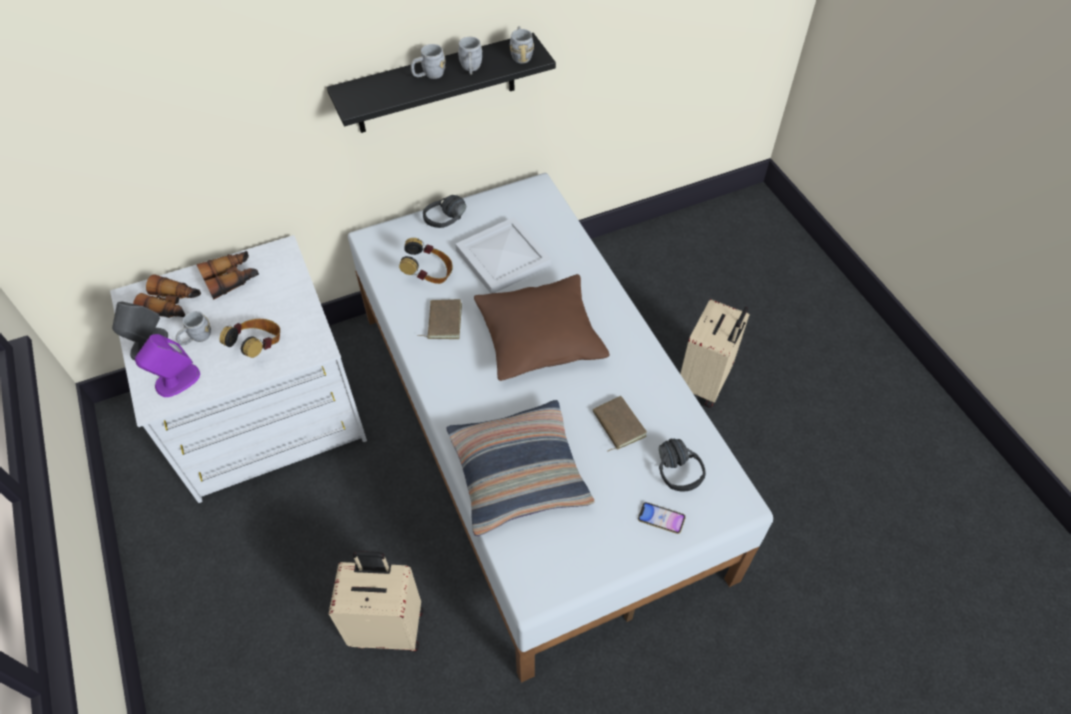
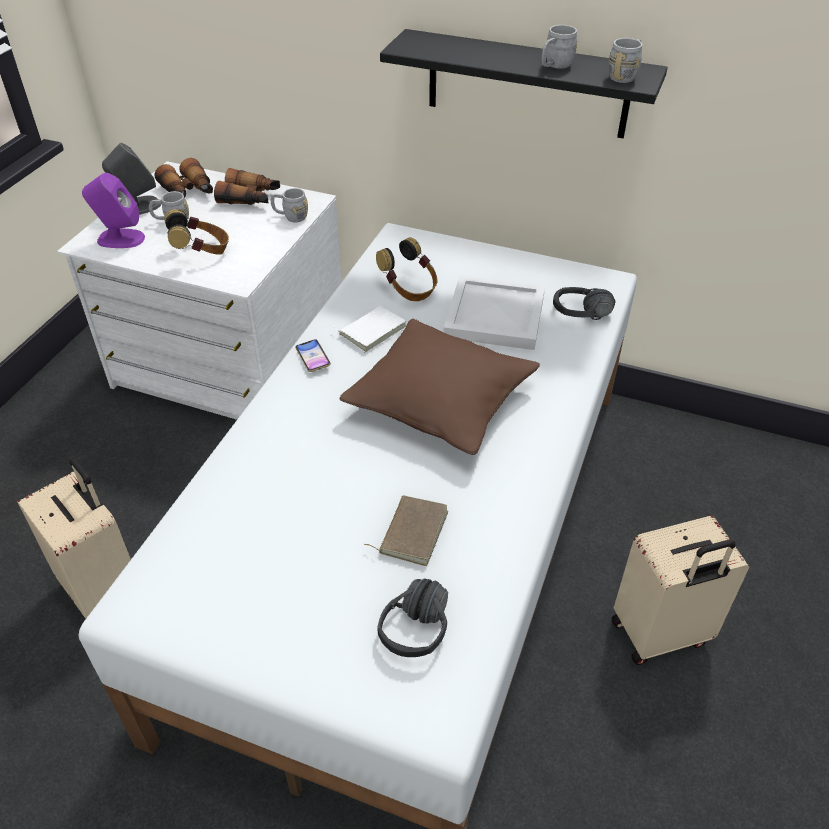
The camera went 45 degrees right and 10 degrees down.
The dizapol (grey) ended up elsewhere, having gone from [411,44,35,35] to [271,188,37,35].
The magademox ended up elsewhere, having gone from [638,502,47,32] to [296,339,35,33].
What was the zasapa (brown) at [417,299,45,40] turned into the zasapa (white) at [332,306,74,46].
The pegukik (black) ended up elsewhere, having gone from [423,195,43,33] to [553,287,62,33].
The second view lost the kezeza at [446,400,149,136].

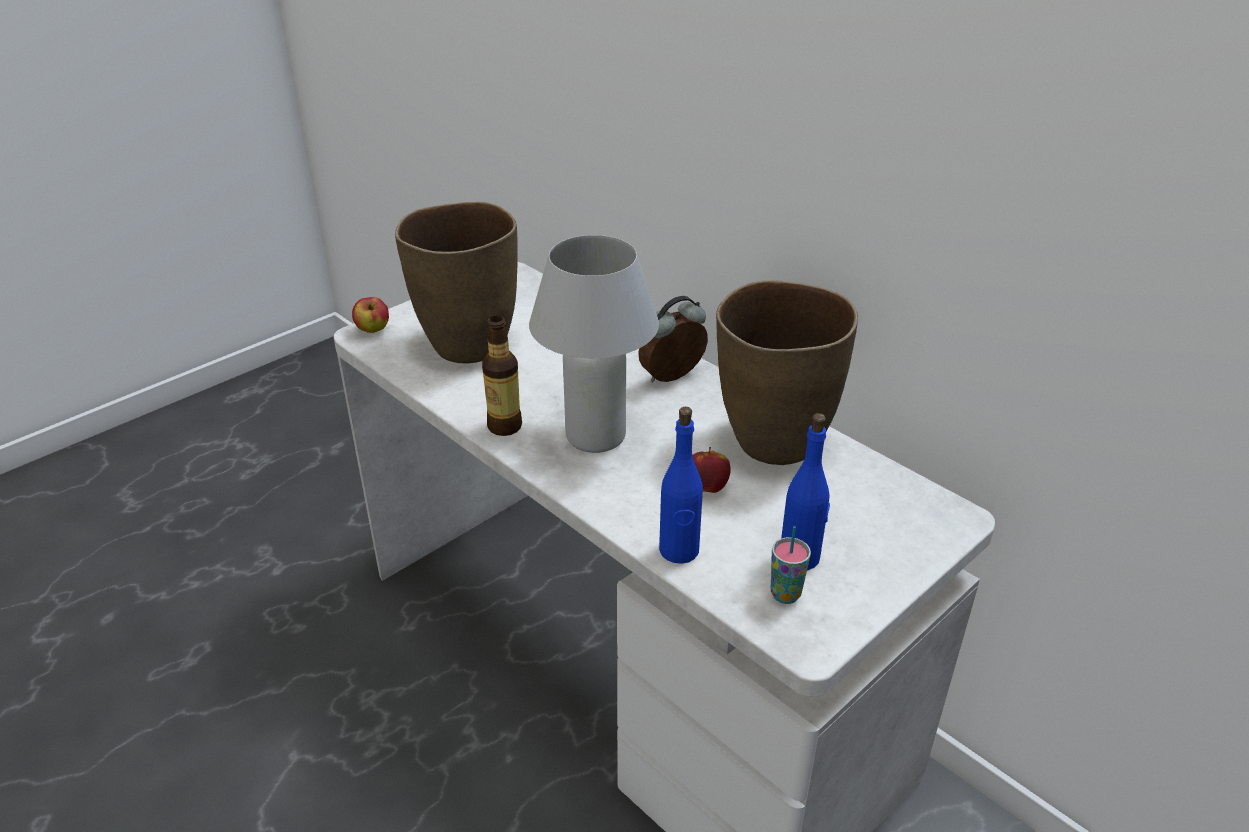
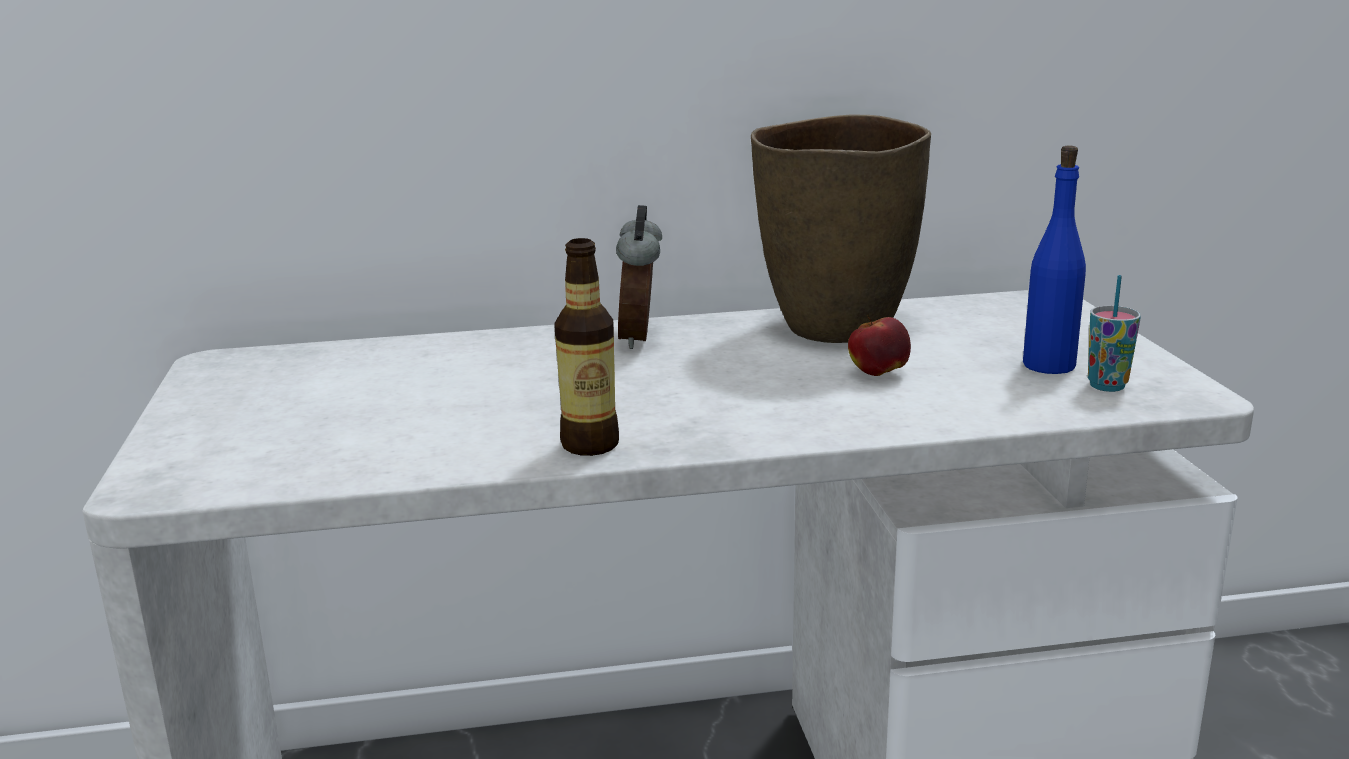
The camera went 55 degrees left and 15 degrees down.
The second view lost the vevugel at [352,297,37,36].
The second view lost the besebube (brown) at [395,202,123,161].
The second view lost the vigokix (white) at [529,235,130,218].
The second view lost the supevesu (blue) at [659,407,44,157].

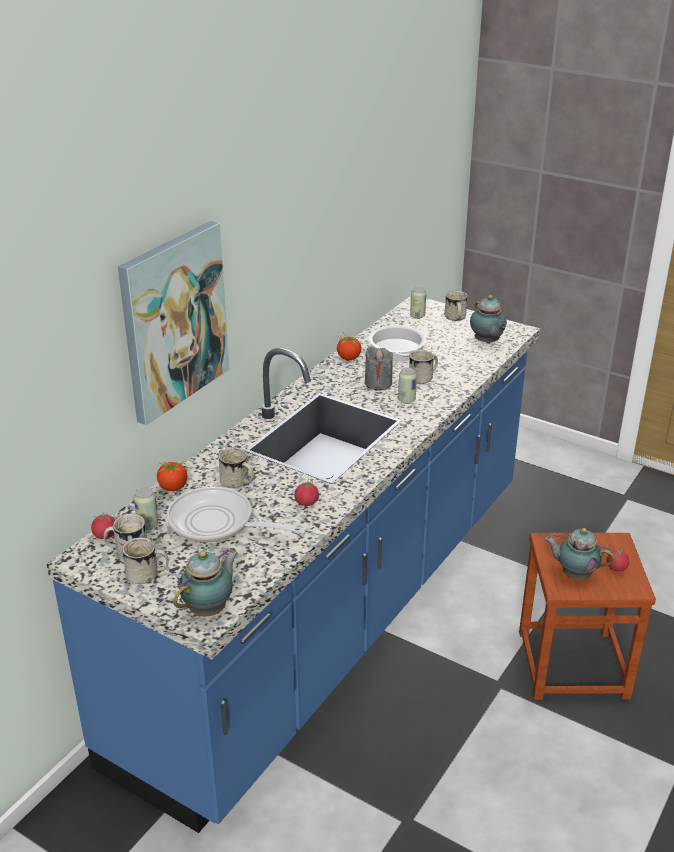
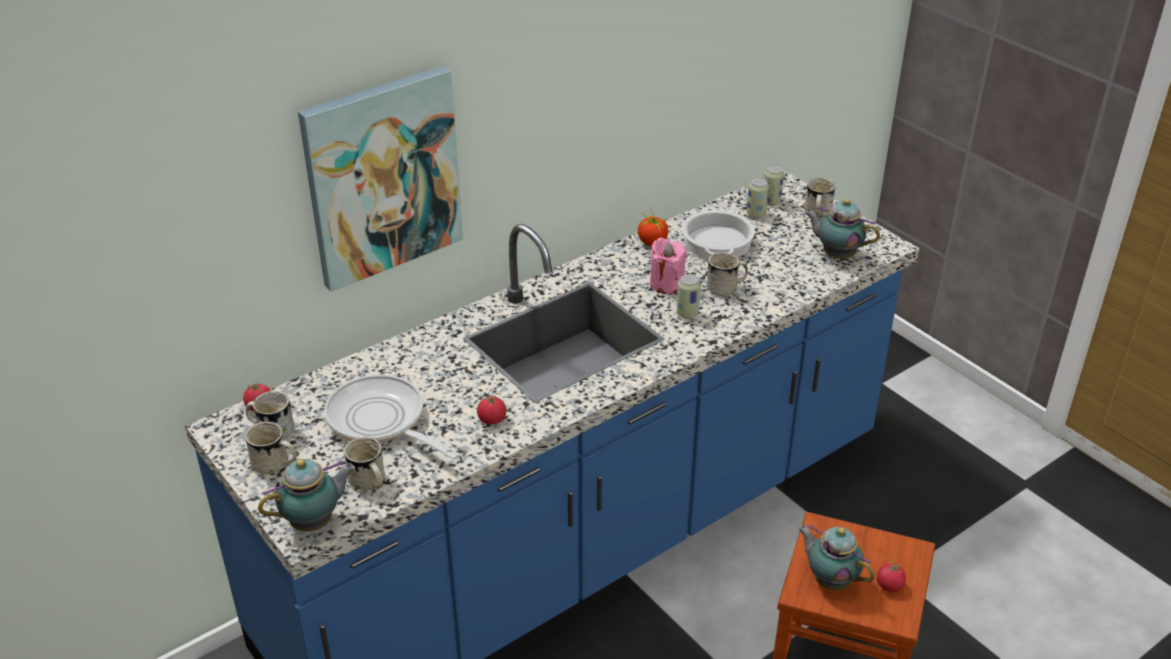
The camera went 20 degrees right and 5 degrees up.
The dizapol (white) ended up elsewhere, having gone from [218,447,36,41] to [344,437,41,53].
What was the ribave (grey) at [365,347,28,44] turned into the ribave (pink) at [650,238,36,56].
The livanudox ended up elsewhere, having gone from [134,487,25,43] to [746,178,23,41].
The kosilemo at [470,295,37,49] ended up facing another way, 120 degrees clockwise from before.
The second view lost the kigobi at [157,461,30,30].

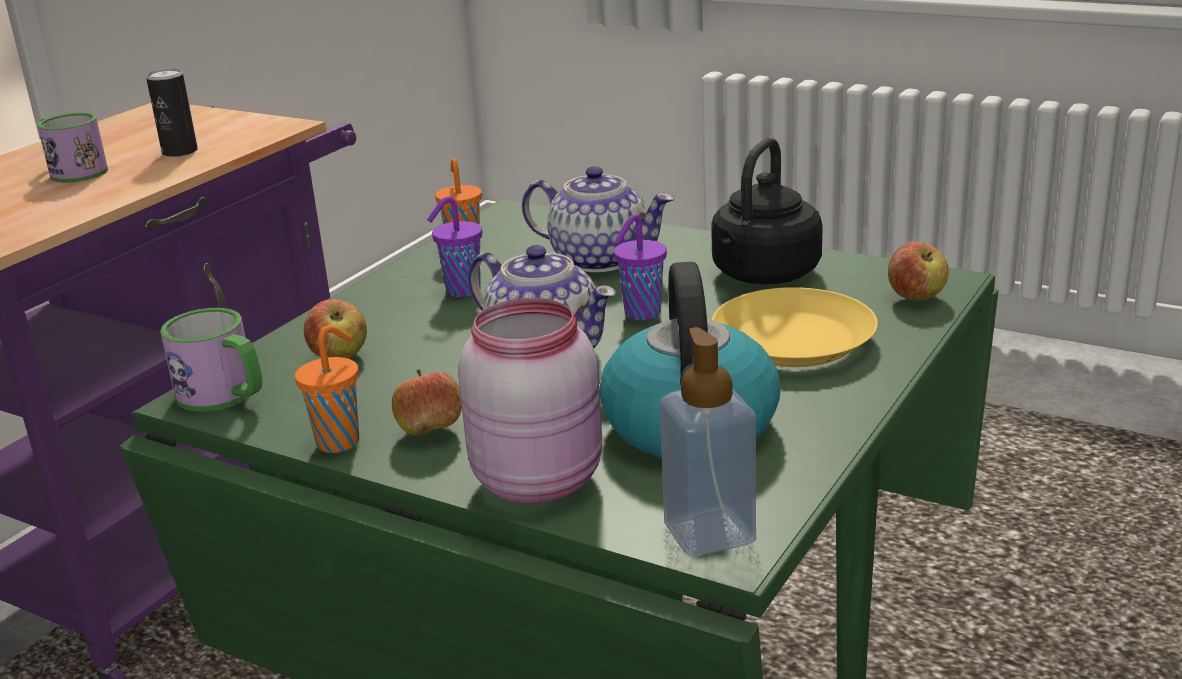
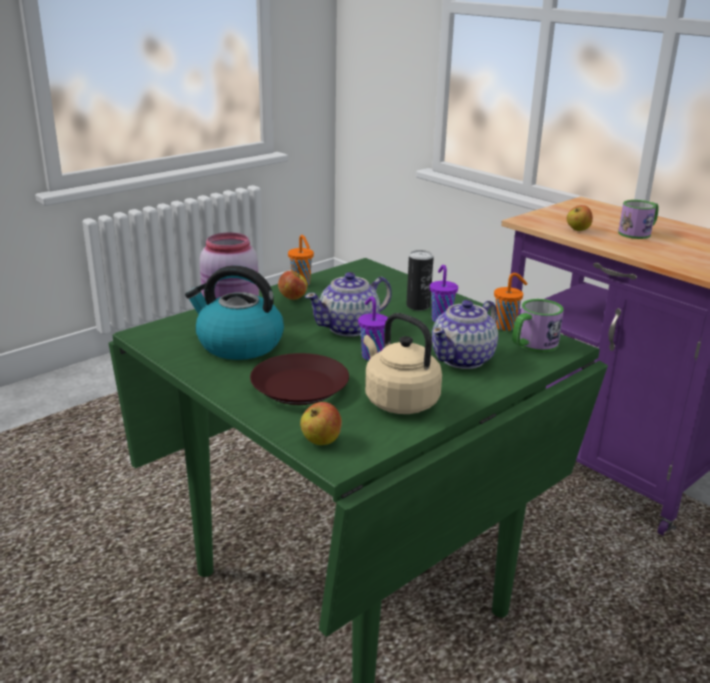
The camera went 105 degrees right and 0 degrees up.
What was the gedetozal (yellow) at [712,287,166,80] turned into the gedetozal (brown) at [250,353,99,52].
What was the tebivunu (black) at [711,138,112,146] turned into the tebivunu (beige) at [363,313,79,101].
The livanudox ended up elsewhere, having gone from [146,69,52,88] to [406,250,28,61].
The dizapol ended up elsewhere, having gone from [160,308,103,103] to [512,299,52,53].
The vevugel ended up elsewhere, having gone from [304,299,63,59] to [567,205,26,26].
The second view lost the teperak at [660,327,96,230].

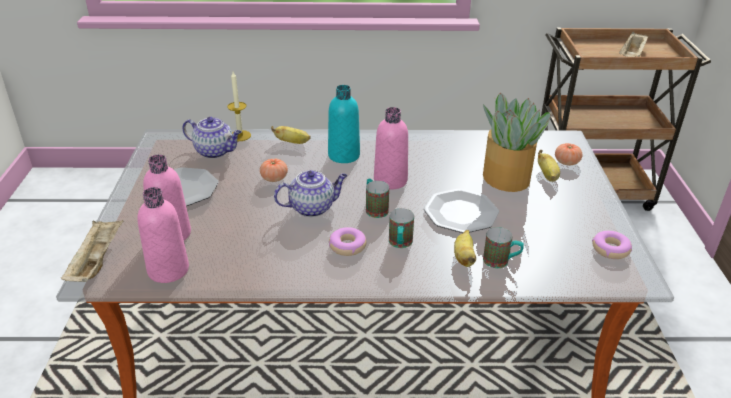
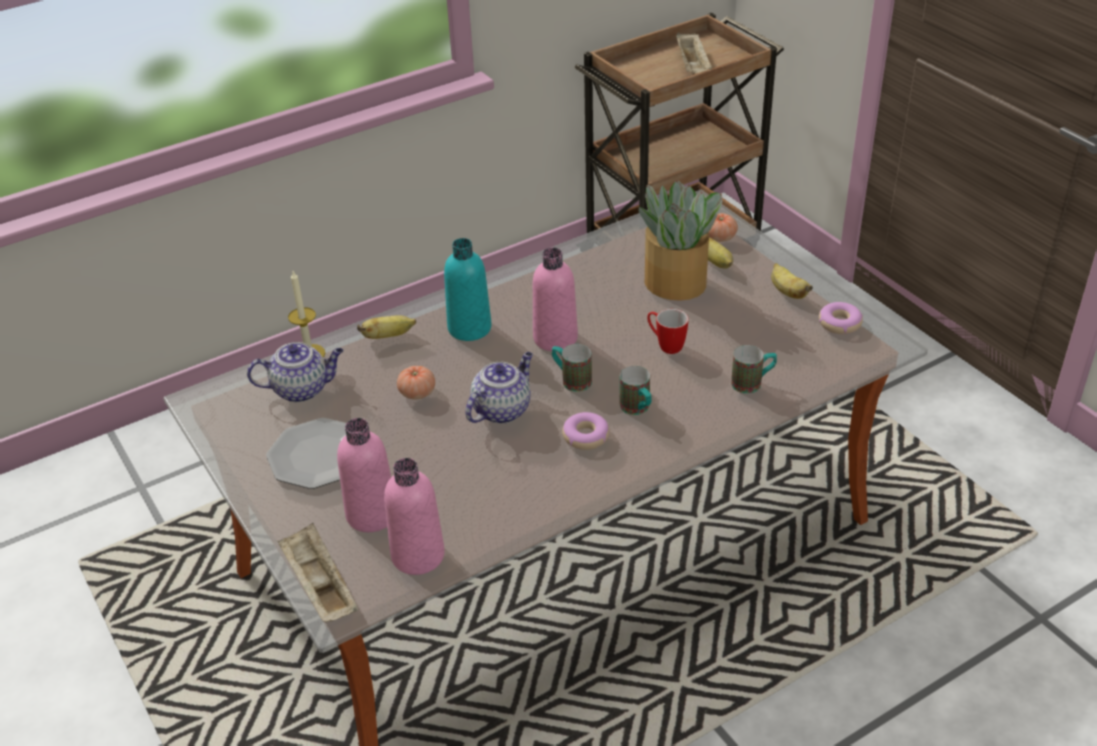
The camera went 30 degrees left and 5 degrees up.
Where the gedetozal stood at [424,189,75,44], the dizapol came to stand at [647,309,42,45].
The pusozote ended up elsewhere, having gone from [454,230,22,37] to [771,263,42,36].

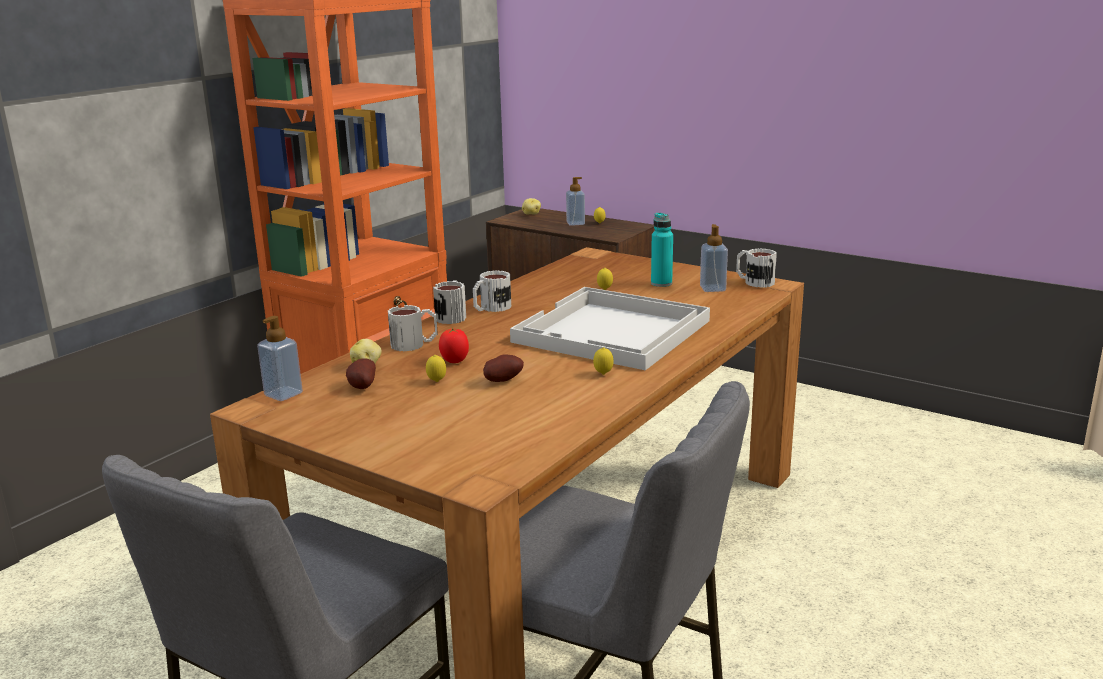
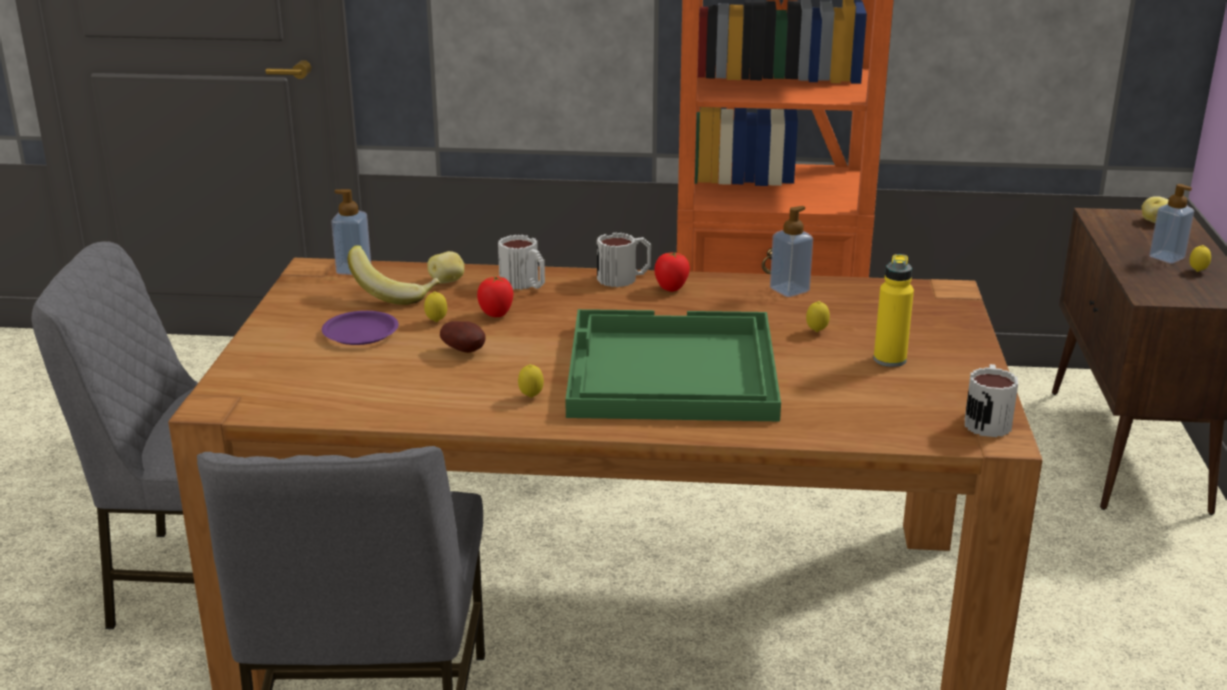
The camera went 60 degrees right and 5 degrees up.
The second view gained the gedetozal (purple) at [322,311,77,34].
Where the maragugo stood at [346,358,30,31], the pusozote came to stand at [347,245,94,60].
What was the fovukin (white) at [510,287,200,83] turned into the fovukin (green) at [565,309,216,112].
Where the dizapol stood at [473,270,38,42], the kigobi came to stand at [654,252,36,40].
The teperak ended up elsewhere, having gone from [700,224,28,68] to [770,206,43,91].
What was the supevesu (turquoise) at [651,212,22,75] turned into the supevesu (yellow) at [874,254,40,113].

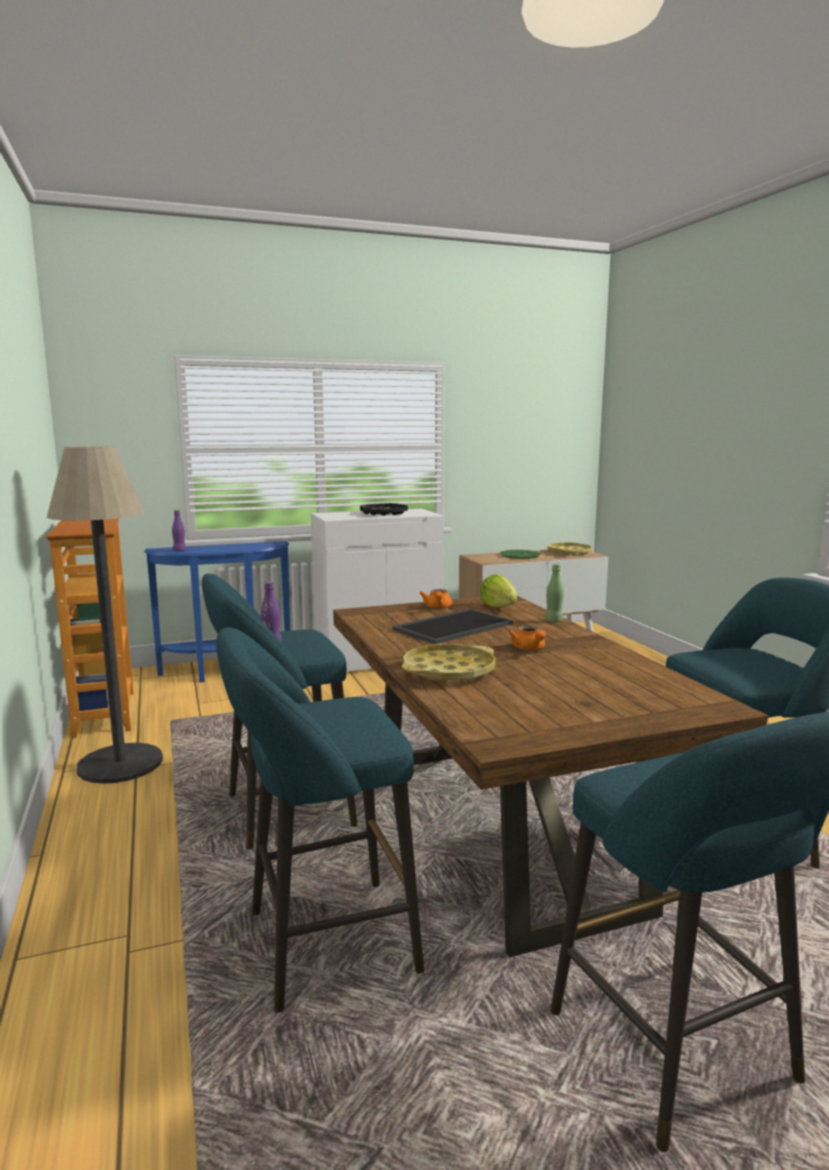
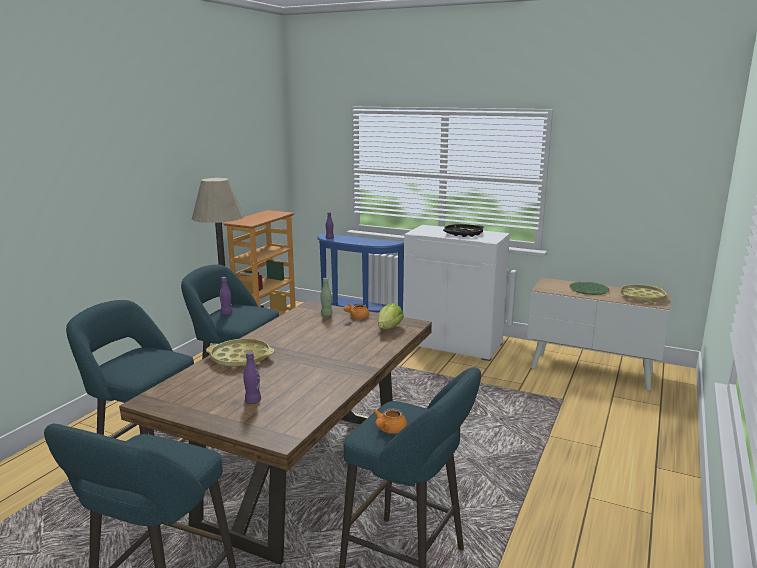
The camera went 45 degrees right and 5 degrees up.
The second view gained the supevesu (purple) at [243,352,18,52].
The supevesu (green) ended up elsewhere, having gone from [545,564,19,58] to [320,278,13,38].
The kosilemo (orange) ended up elsewhere, having gone from [508,626,38,24] to [373,408,34,26].
The second view lost the fovukin at [392,609,121,35].

